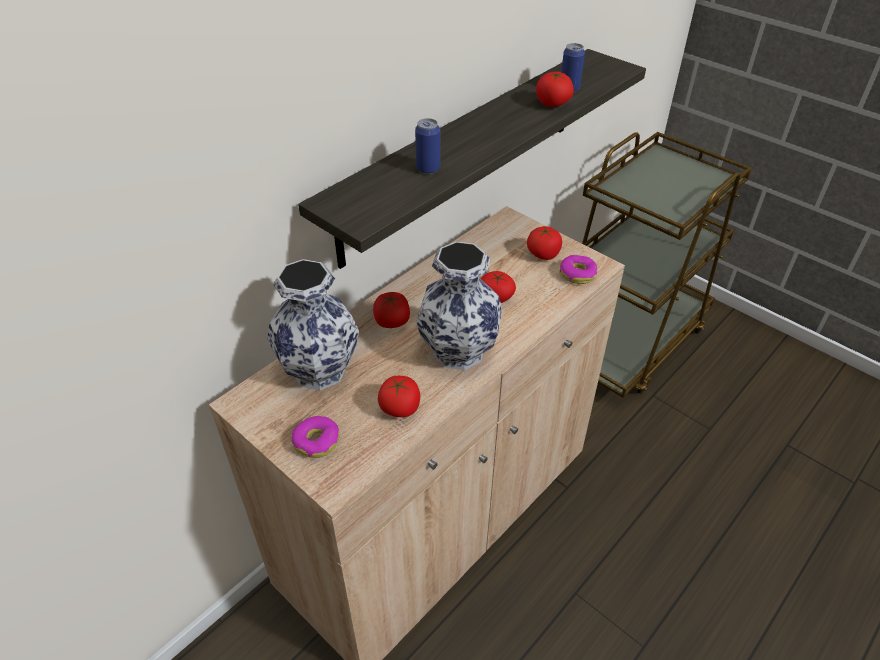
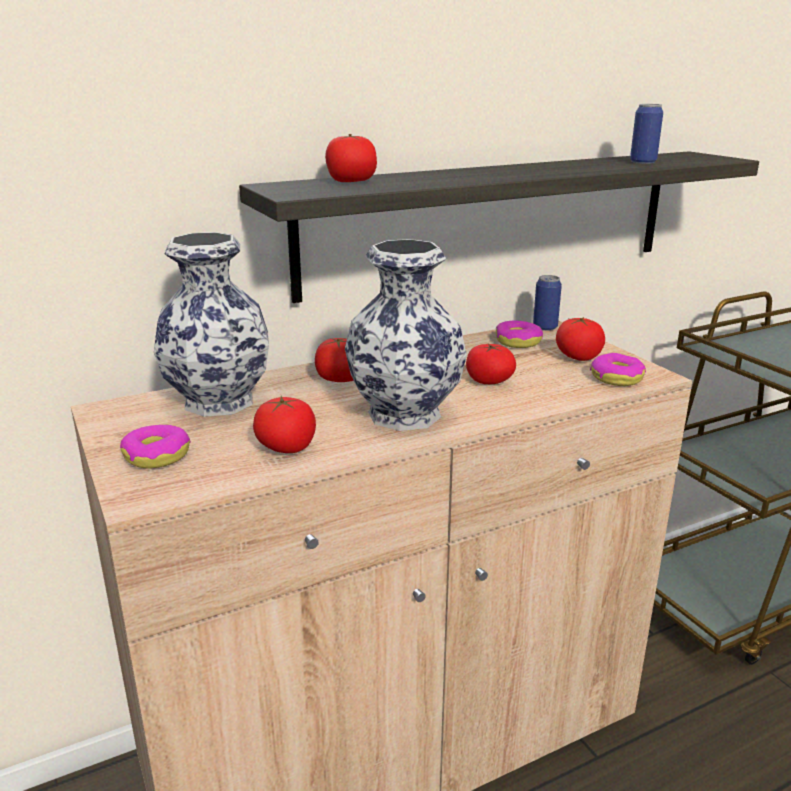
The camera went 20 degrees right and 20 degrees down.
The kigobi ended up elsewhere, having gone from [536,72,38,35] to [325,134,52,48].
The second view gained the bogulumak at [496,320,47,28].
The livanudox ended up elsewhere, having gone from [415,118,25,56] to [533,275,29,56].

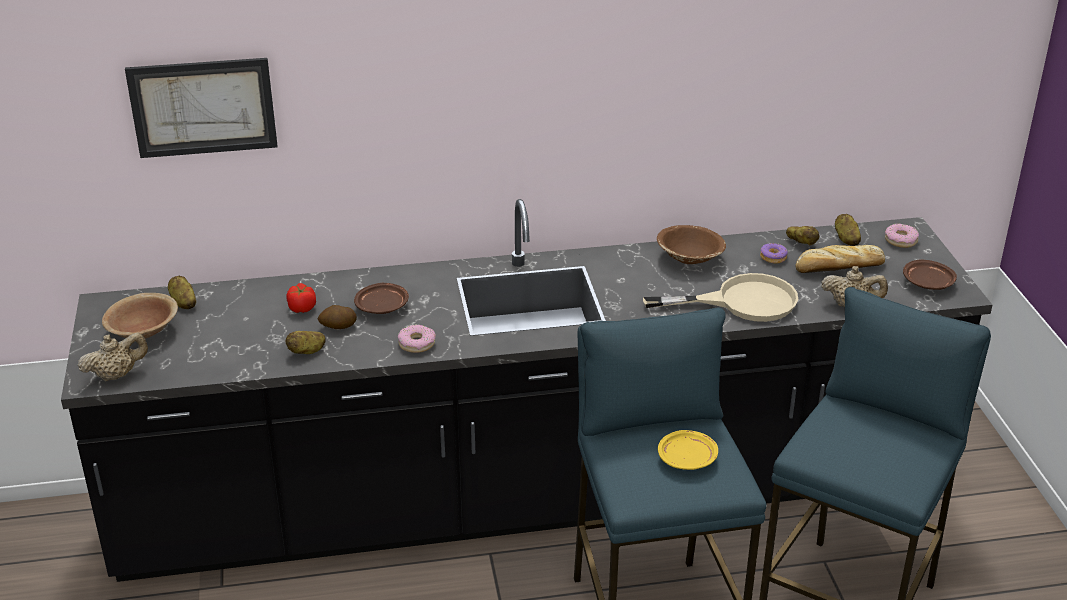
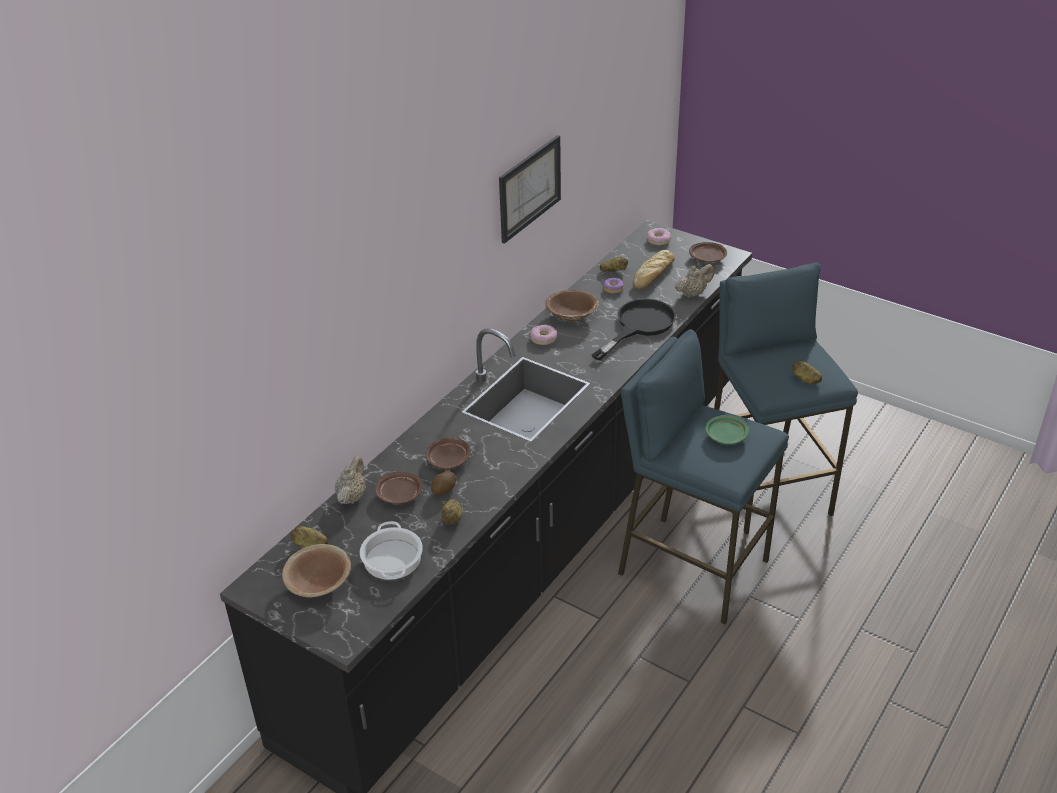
The camera went 45 degrees left and 5 degrees up.
The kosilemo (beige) ended up elsewhere, having gone from [78,333,70,49] to [335,456,31,48].
The second view gained the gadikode at [360,521,63,59].
Where the kigobi stood at [286,283,30,30], the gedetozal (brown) came to stand at [375,471,48,33].
The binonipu ended up elsewhere, having gone from [125,58,153,100] to [499,135,62,109].
The bogulumak ended up elsewhere, having gone from [398,324,38,29] to [530,325,27,20].
What was the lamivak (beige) at [643,273,155,49] turned into the lamivak (black) at [592,298,84,62].
What was the gedetozal (yellow) at [658,430,60,40] turned into the gedetozal (green) at [706,415,43,30].
The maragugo ended up elsewhere, having gone from [835,214,26,32] to [792,361,30,23].

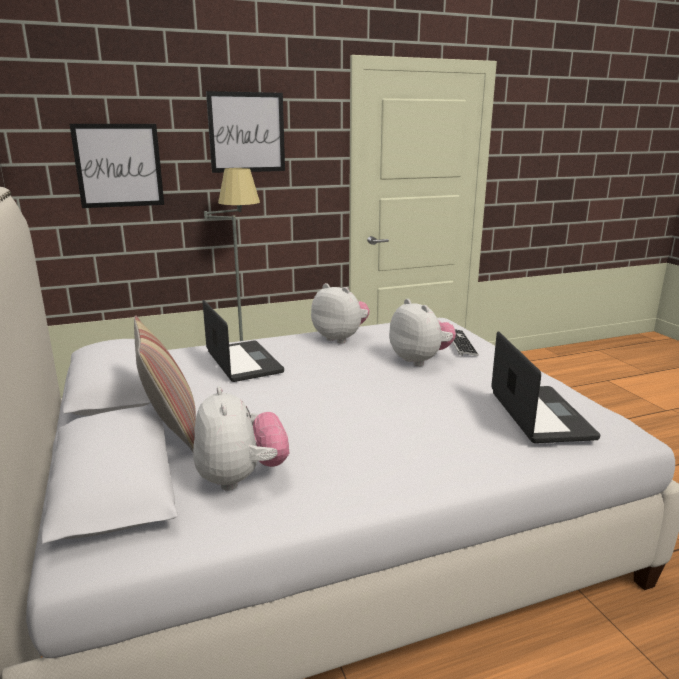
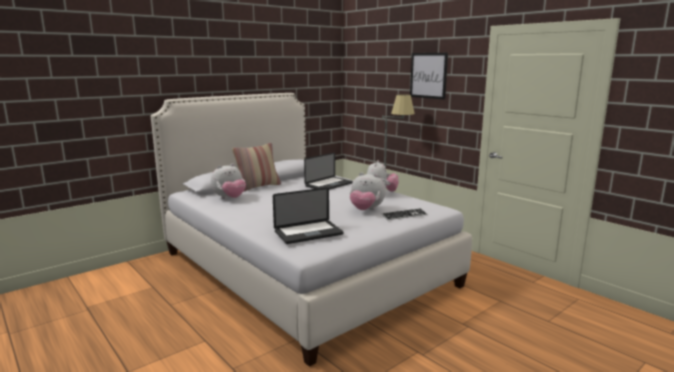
The camera went 70 degrees right and 5 degrees down.
The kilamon at [389,299,67,68] ended up facing another way, 75 degrees clockwise from before.
The second view lost the binonipu at [70,124,94,84].

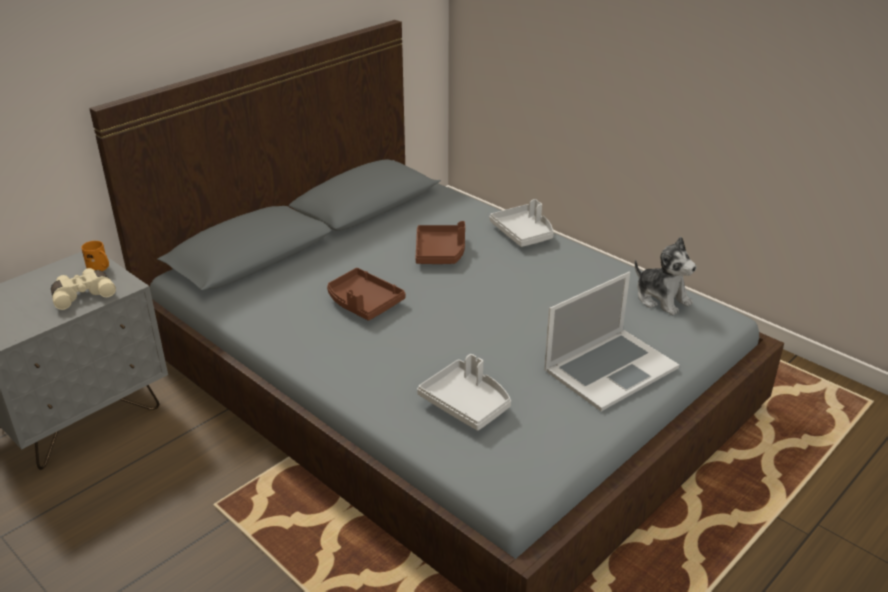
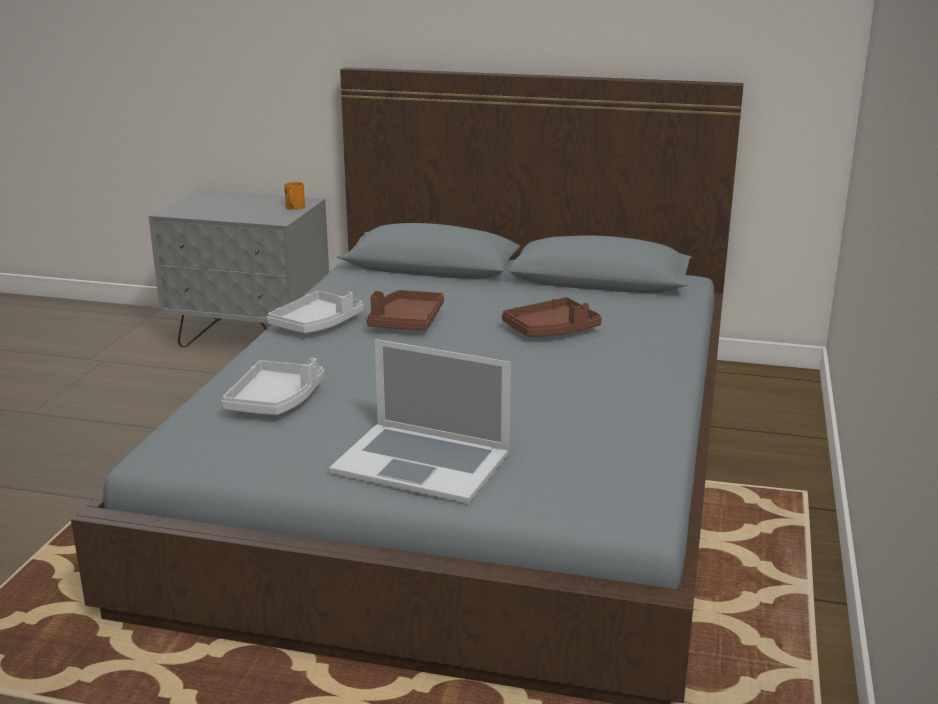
The camera went 60 degrees right and 10 degrees down.
The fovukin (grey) ended up elsewhere, having gone from [489,199,65,48] to [267,291,97,42].
The second view lost the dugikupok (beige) at [51,268,65,42].
The second view lost the kilamon at [635,237,62,78].

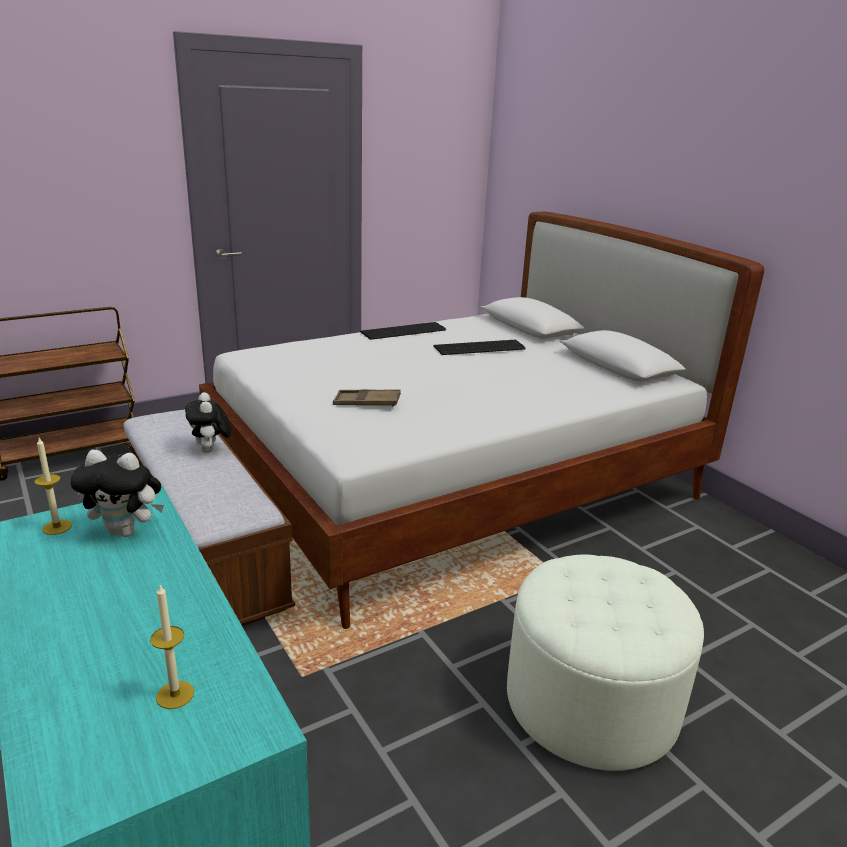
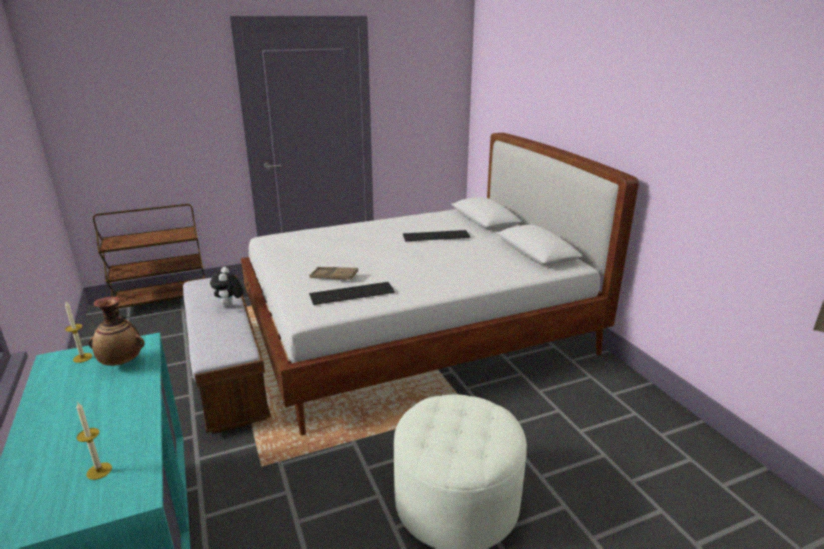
The camera went 10 degrees right and 0 degrees up.
Where the kilamon stood at [70,450,94,87], the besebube came to stand at [89,297,55,69].
The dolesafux ended up elsewhere, having gone from [360,322,86,18] to [309,282,86,23].

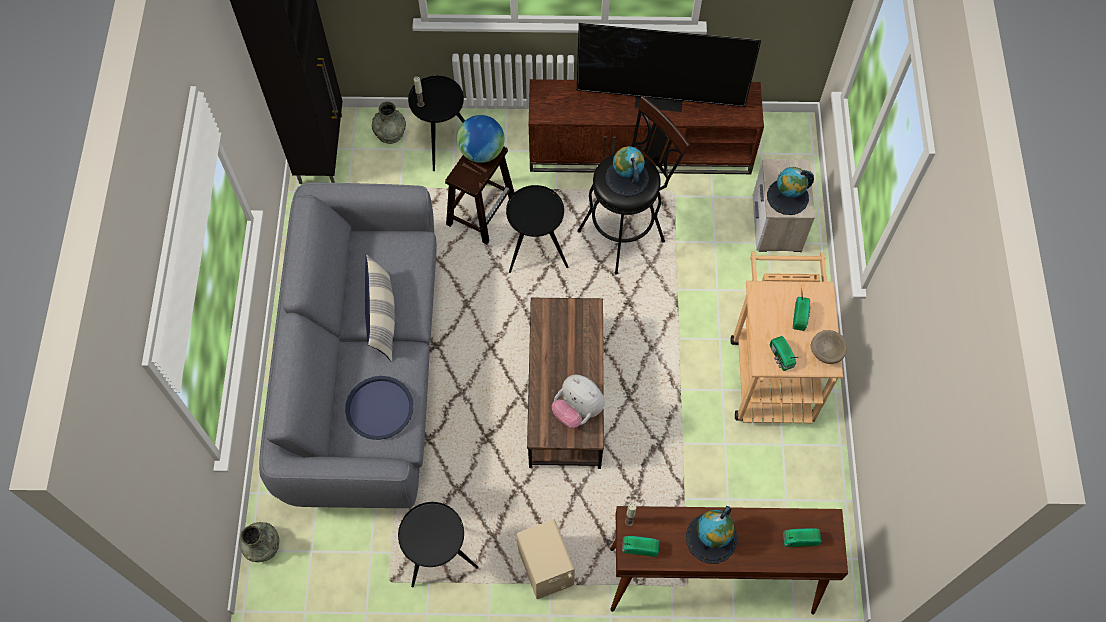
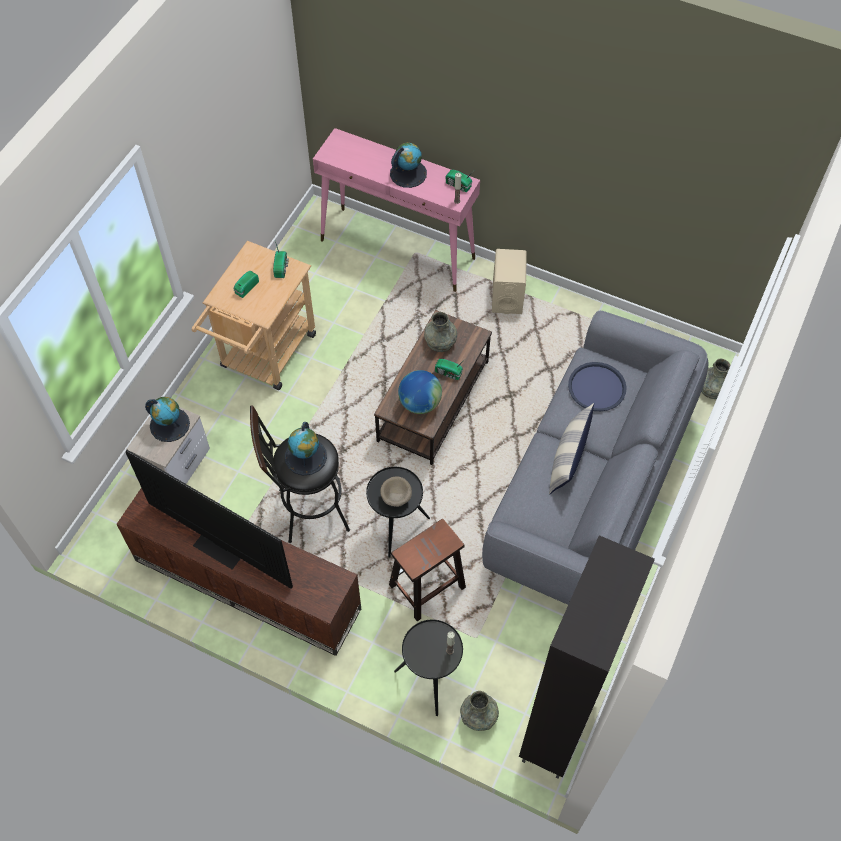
The camera went 155 degrees left and 5 degrees down.
What was the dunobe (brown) at [610,506,238,108] turned into the dunobe (pink) at [313,128,167,164].
The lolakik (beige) ended up elsewhere, having gone from [810,330,37,34] to [380,476,32,31].
The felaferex ended up elsewhere, having gone from [457,115,48,48] to [398,370,44,44].
Where the kilamon stood at [552,375,53,53], the besebube (grey) came to stand at [424,312,33,40].
The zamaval ended up elsewhere, having gone from [783,528,38,19] to [435,359,30,21].
The second view lost the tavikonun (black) at [398,502,81,85].

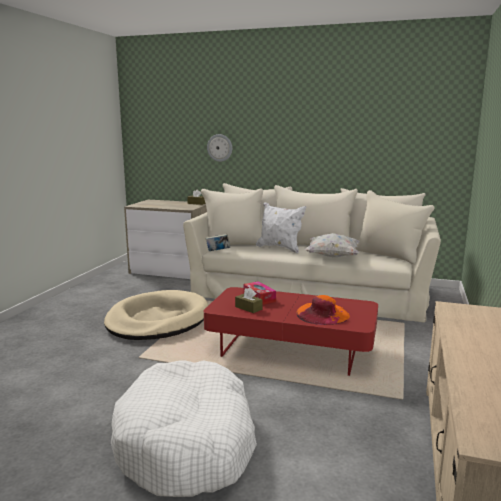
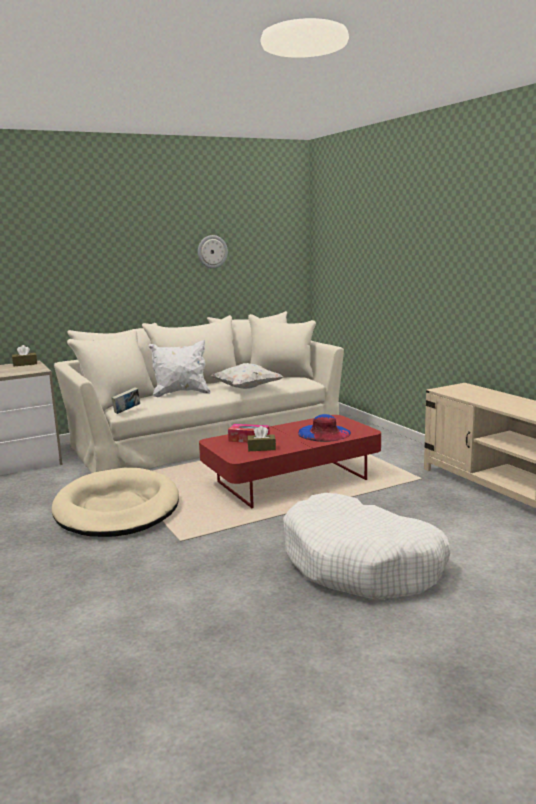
The camera went 45 degrees left and 0 degrees up.
The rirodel ended up elsewhere, having gone from [207,134,25,28] to [198,235,30,34].
What was the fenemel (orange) at [296,295,54,30] turned into the fenemel (blue) at [298,414,53,28].

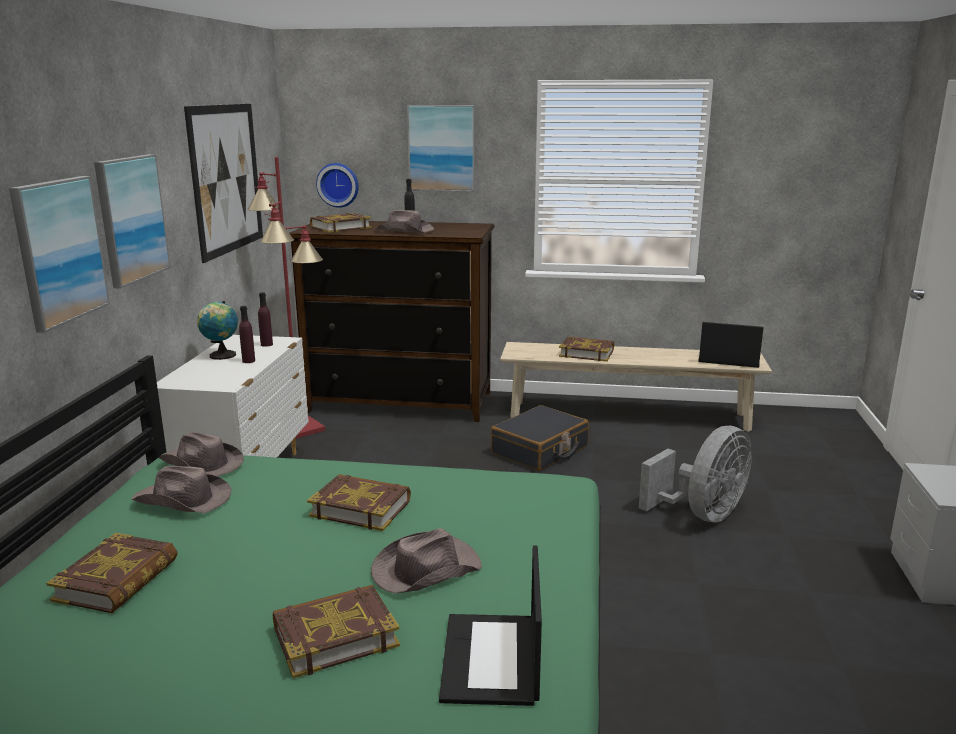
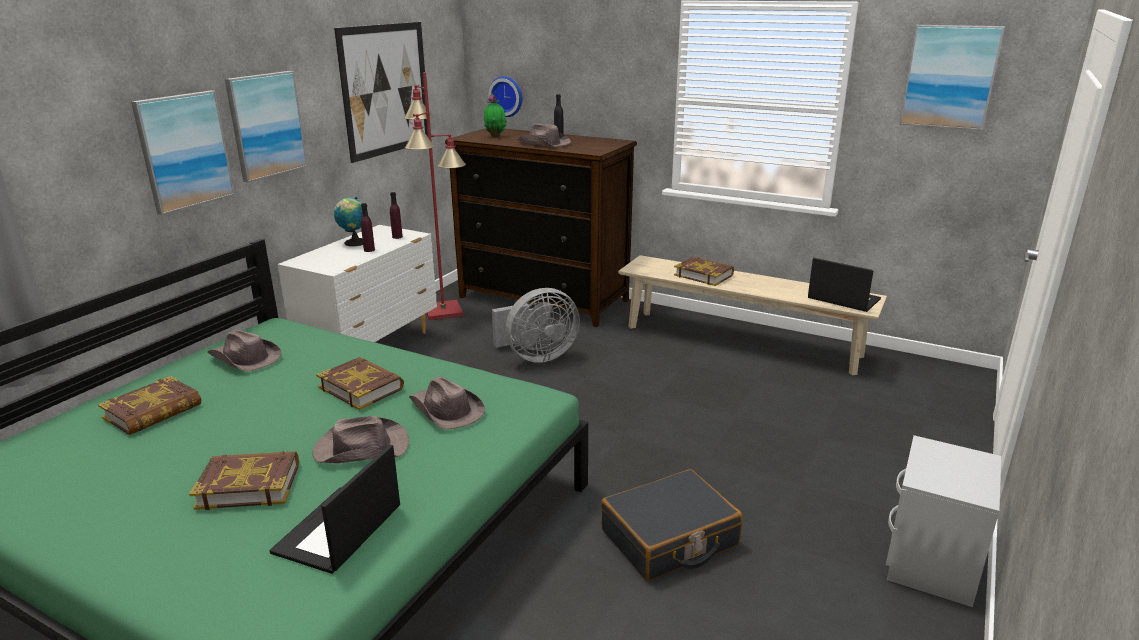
The camera went 20 degrees right and 5 degrees up.
The fenemel (brown) ended up elsewhere, having gone from [158,432,86,45] to [409,376,76,54].
Where the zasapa stood at [310,213,62,20], the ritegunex came to stand at [484,94,23,43].
The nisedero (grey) ended up elsewhere, having gone from [639,426,113,97] to [492,288,88,75].
The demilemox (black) ended up elsewhere, having gone from [491,405,98,66] to [601,469,141,112].
The binonipu ended up elsewhere, having gone from [407,105,68,87] to [899,25,106,106].

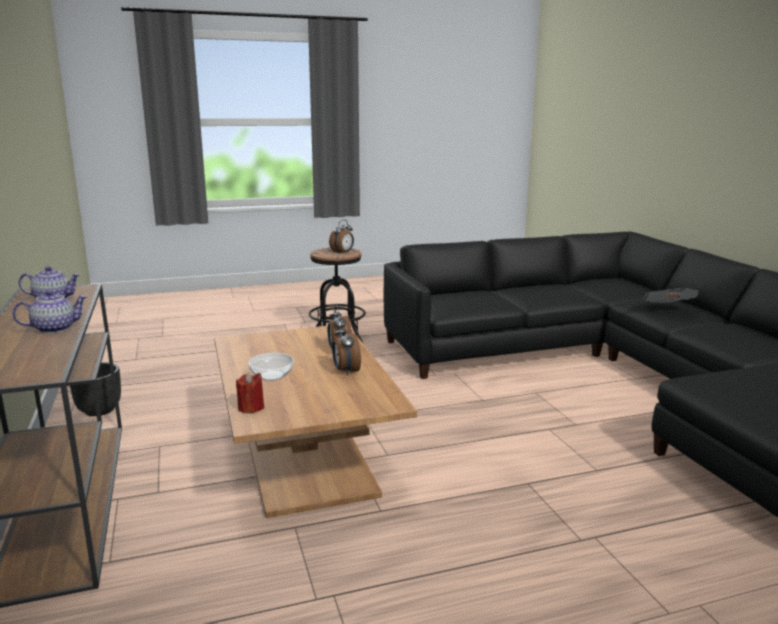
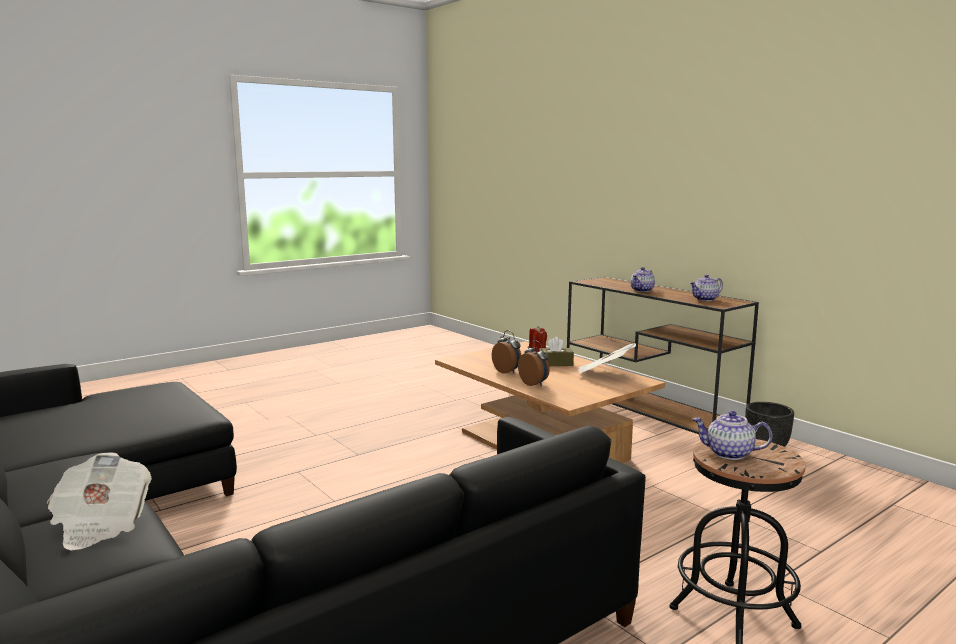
The camera went 160 degrees right and 5 degrees down.
Where the lolakik stood at [248,353,46,28], the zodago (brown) came to stand at [539,337,35,29].
The second view gained the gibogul at [578,343,58,30].
Where the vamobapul stood at [329,220,25,34], the kosilemo came to stand at [692,411,81,49].

